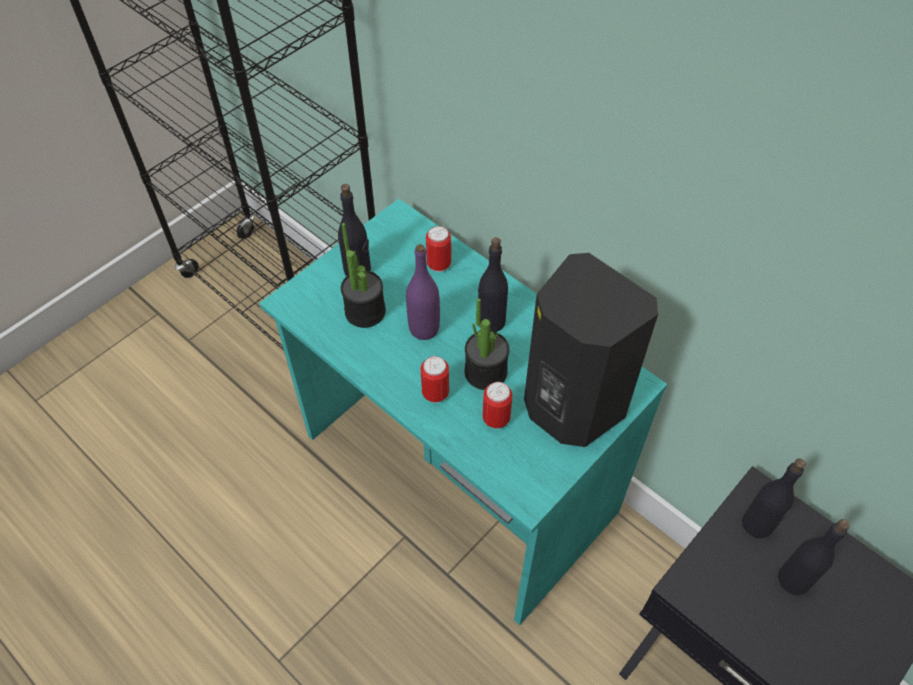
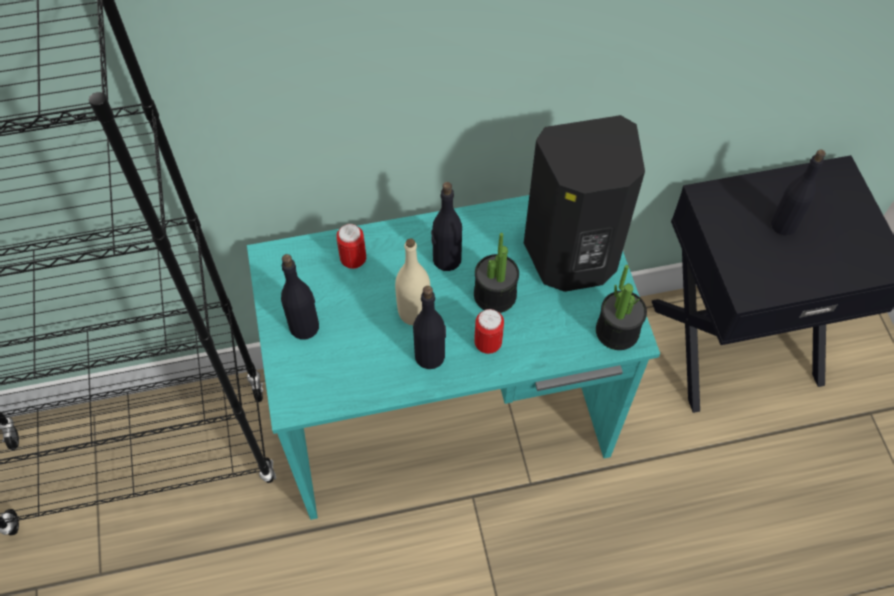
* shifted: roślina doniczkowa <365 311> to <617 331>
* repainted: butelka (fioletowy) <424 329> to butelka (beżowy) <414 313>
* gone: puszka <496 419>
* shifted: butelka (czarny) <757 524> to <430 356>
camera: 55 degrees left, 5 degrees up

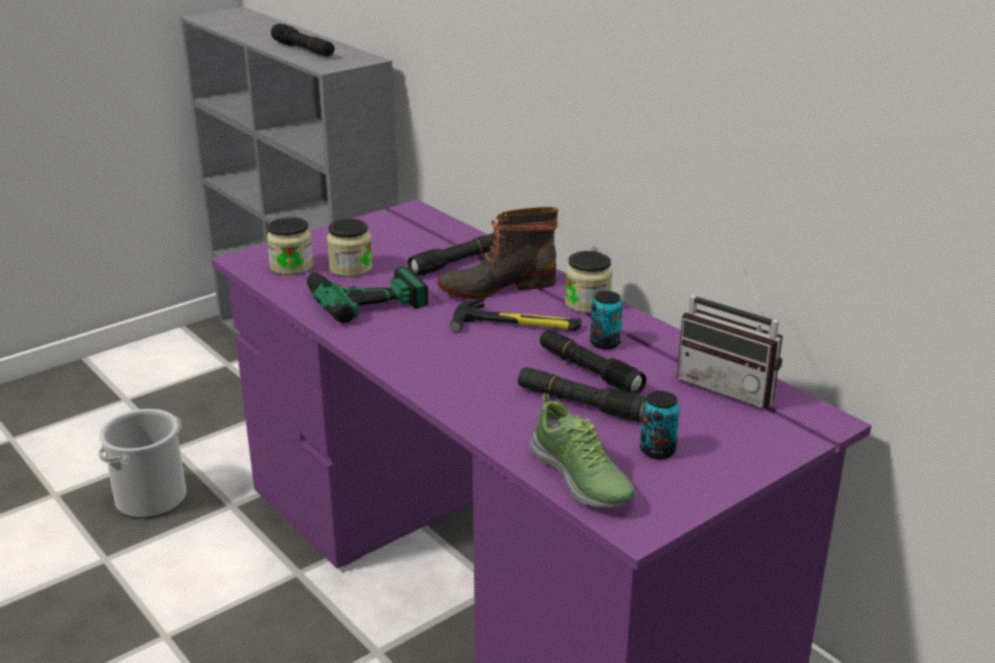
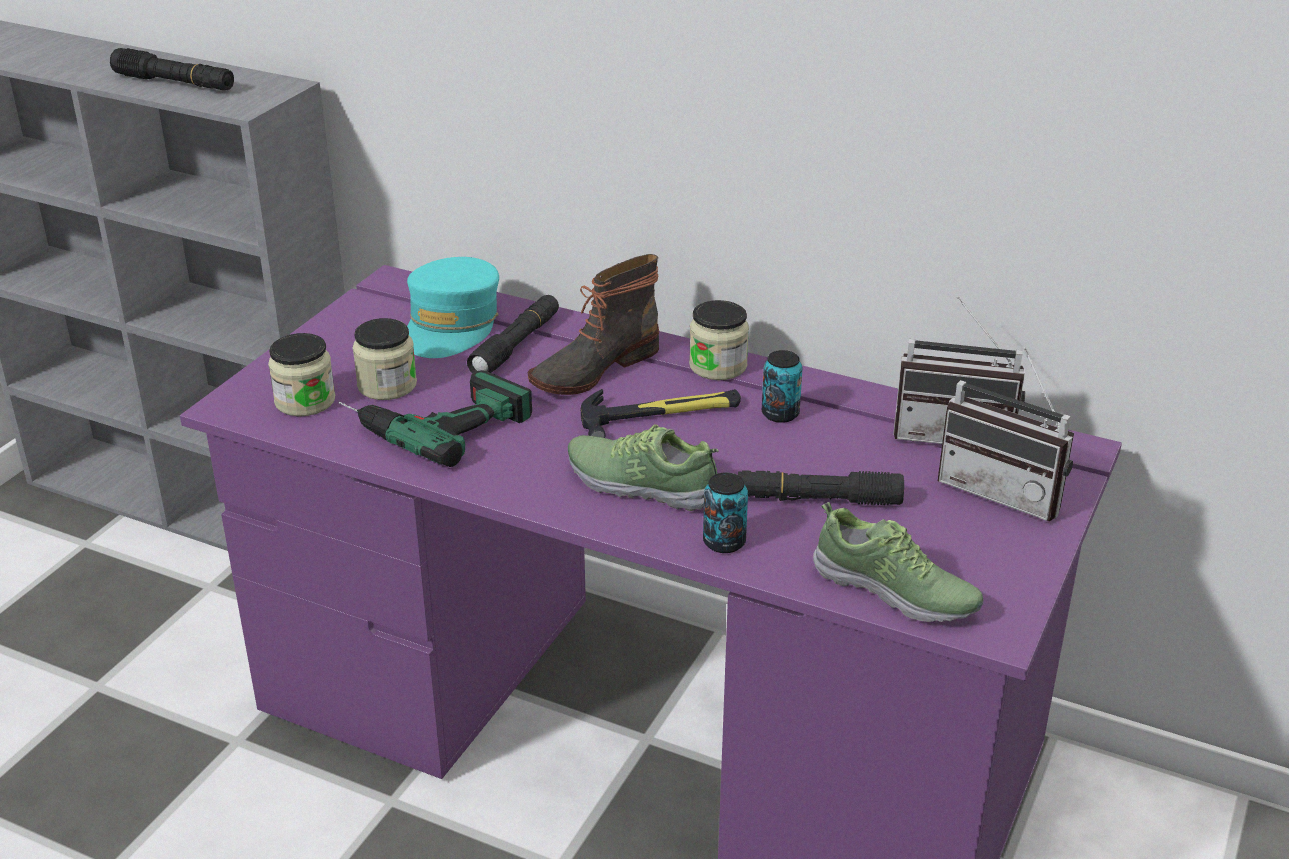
* gone: wiadro <151 499>
* gone: latarka (czarny) <589 371>
* shifted: puszka <657 450> to <724 542>
* new: czapka z daszkiem (turkusowy) <452 325>
* new: but <642 484>
* new: radio <1005 491>
camera: 25 degrees left, 5 degrees up

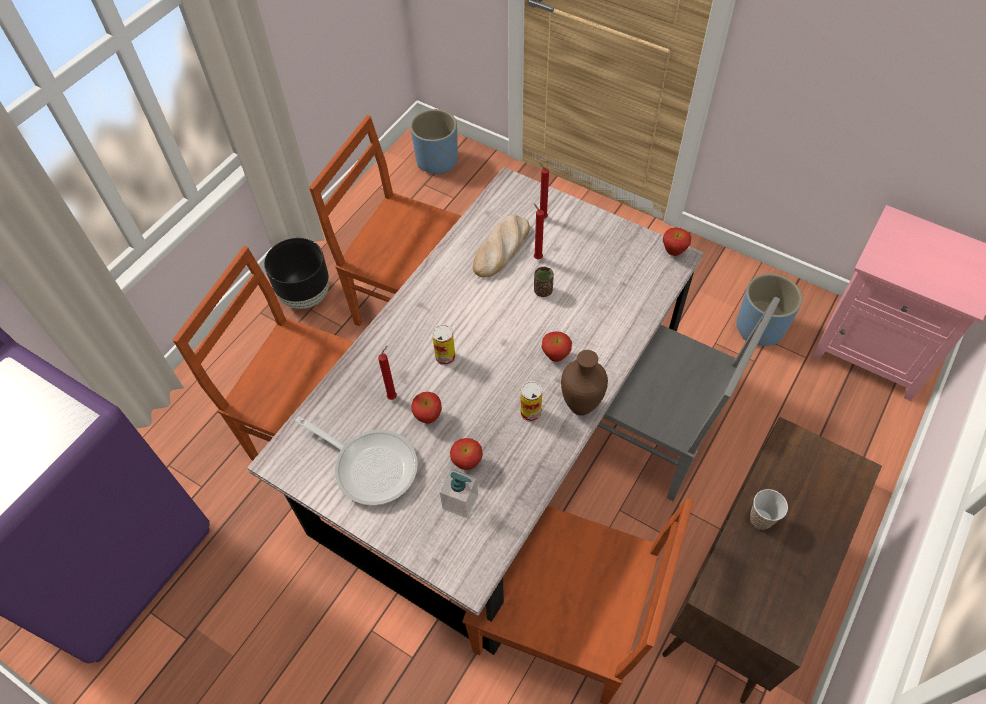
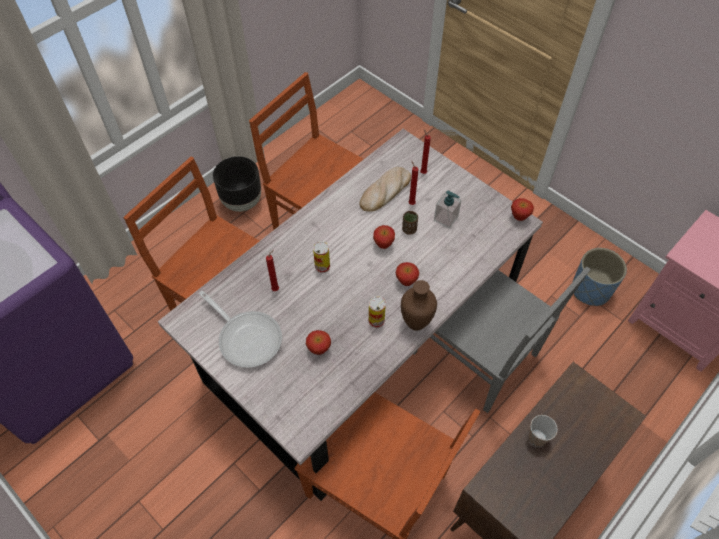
* gone: donica (niebieski) <437 160>
* shifted: jabłko <428 417> to <383 245>
* shifted: dozownik mydła <460 502> to <446 219>
camera: 10 degrees right, 0 degrees up

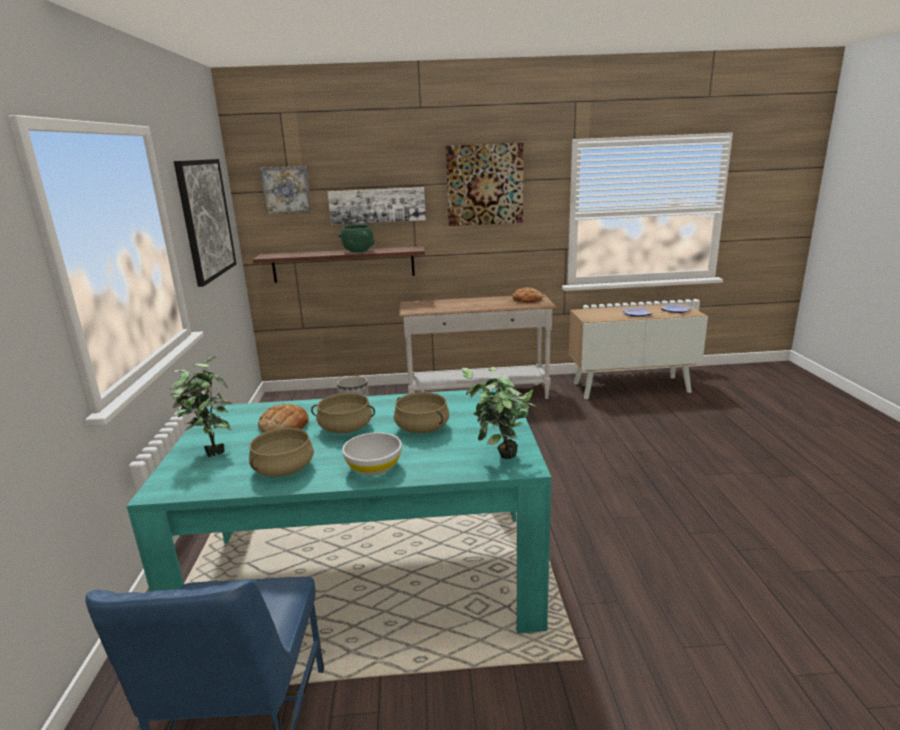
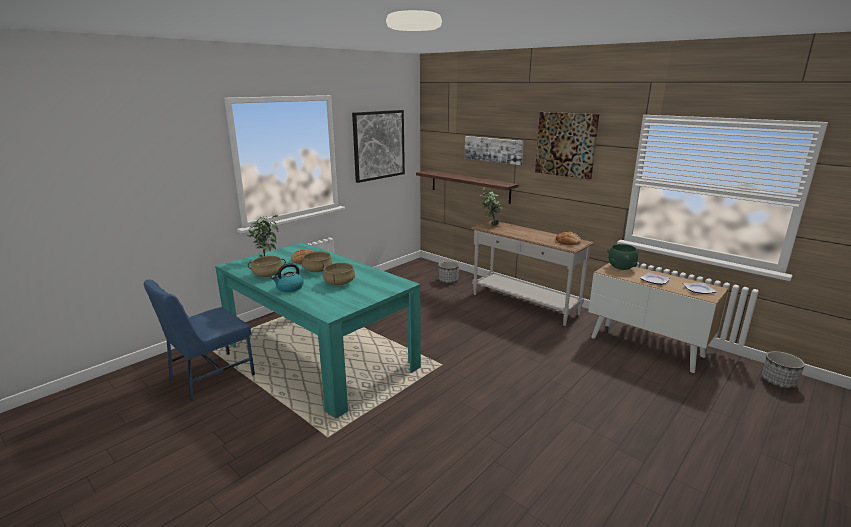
* gone: obraz <286 190>
* shifted: miska (zielony) <358 251> to <621 268>
* swapped: miska (biały) <374 467> to czajnik <289 288>
* shifted: roślina doniczkowa <499 460> to <490 225>
* new: donica <778 382>
camera: 45 degrees right, 0 degrees up

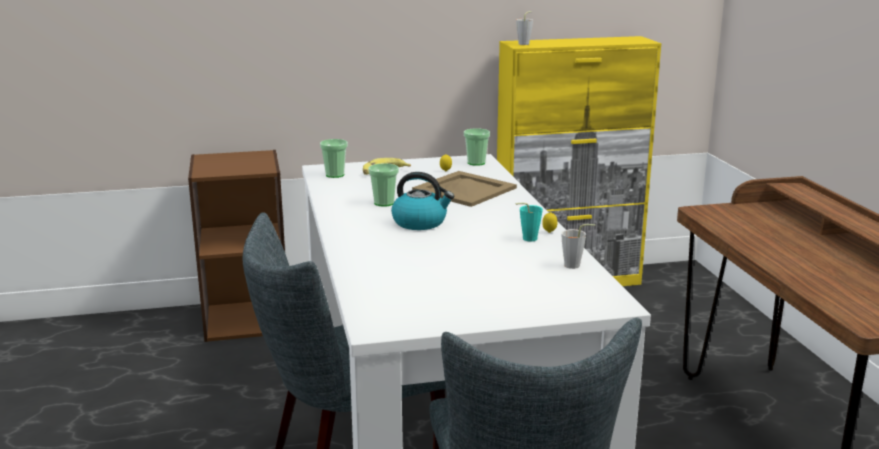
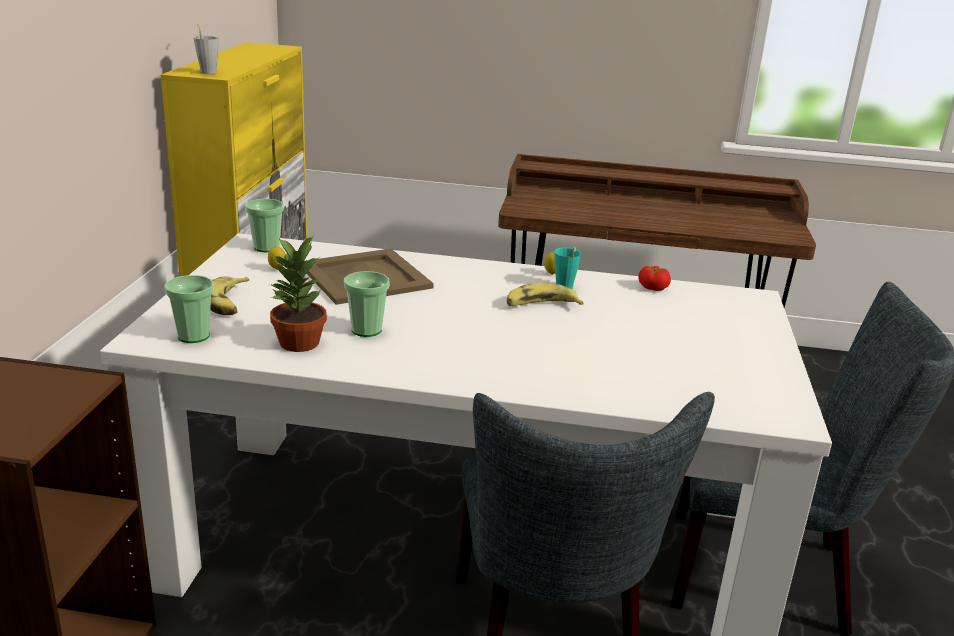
* gone: czajnik <420 222>
* swapped: filiżanka (szary) <575 266> to pomidor <653 287>
* new: roślina doniczkowa <300 343>
* new: banan <541 305>
camera: 70 degrees left, 5 degrees up

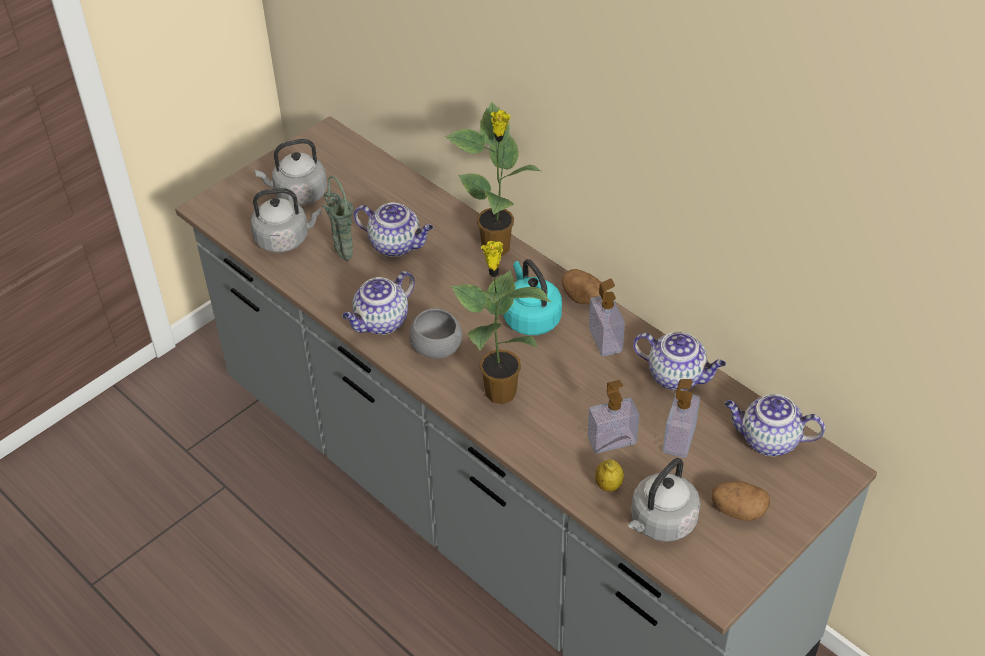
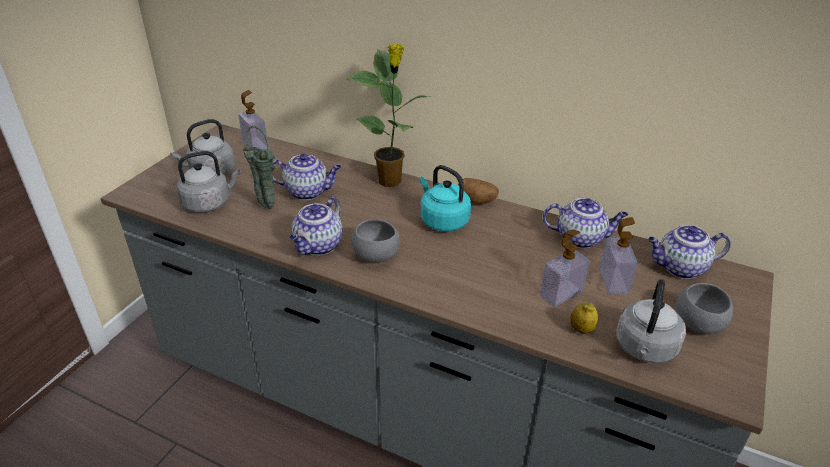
* gone: roślina doniczkowa <499 390>
* shifted: dozownik mydła <605 340> to <255 145>
* swapped: ziemniak <738 510> to miska (szary) <697 324>
camera: 20 degrees left, 10 degrees down

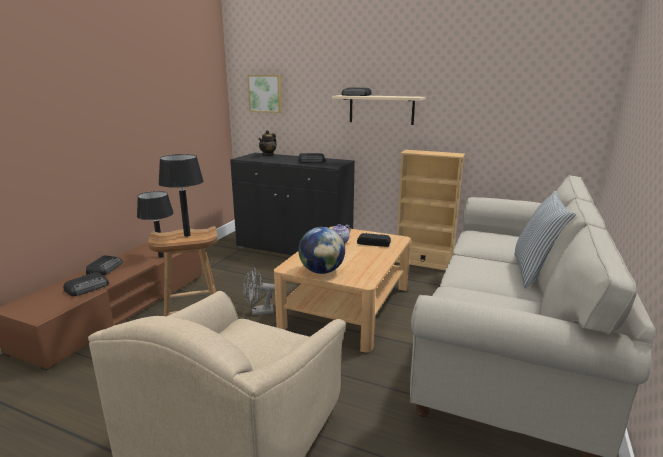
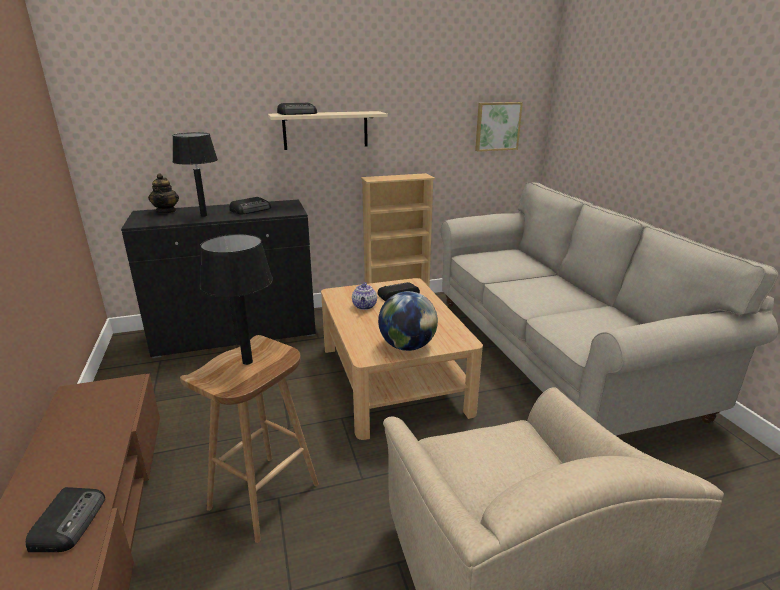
* gone: radio <105 268>
* shifted: lampa stołowa (czarny) <161 256> to <204 215>
* gone: wentylator (szary) <258 312>
* shifted: obraz <265 93> to <497 126>
* gone: poduszka <535 272>
camera: 40 degrees left, 5 degrees up

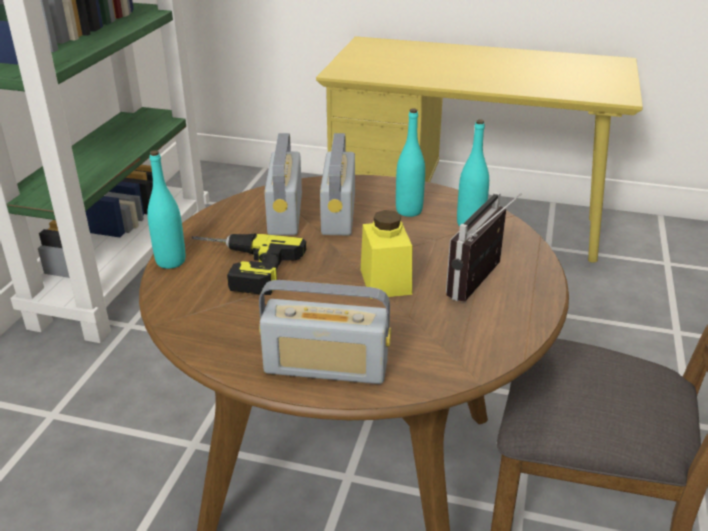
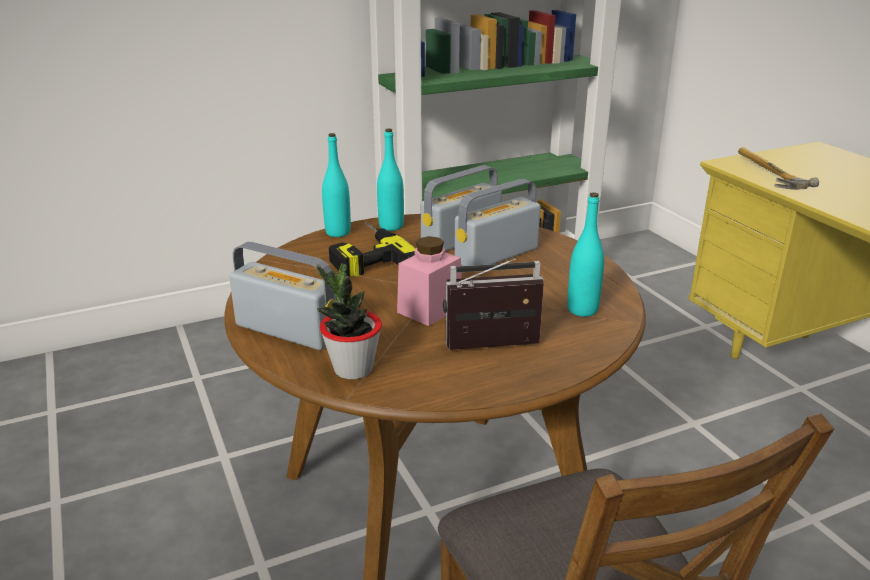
* rotated: radio <326 367> = <287 330> 150 degrees clockwise
* repainted: słoik (żółty) <385 281> to słoik (różowy) <430 309>
* shifted: butelka (turkusowy) <409 211> to <391 226>
* new: roślina doniczkowa <352 369>
* new: młotek <766 174>
camera: 50 degrees right, 5 degrees down

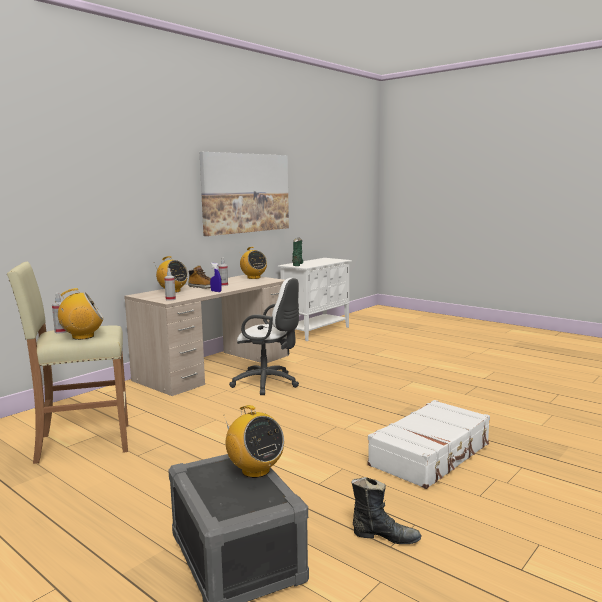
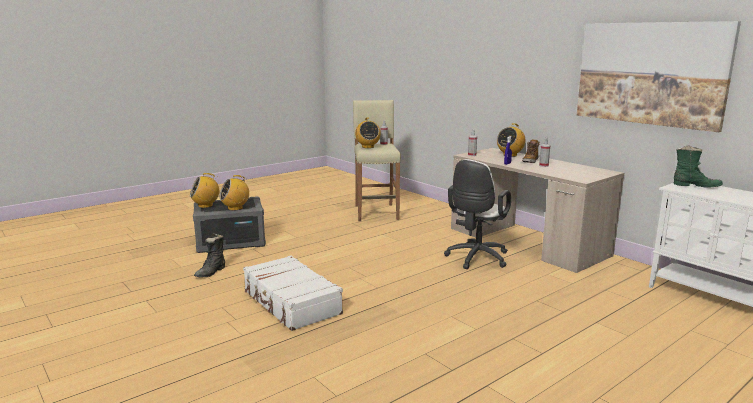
* shifted: radio <253 278> to <206 205>
camera: 100 degrees right, 5 degrees up

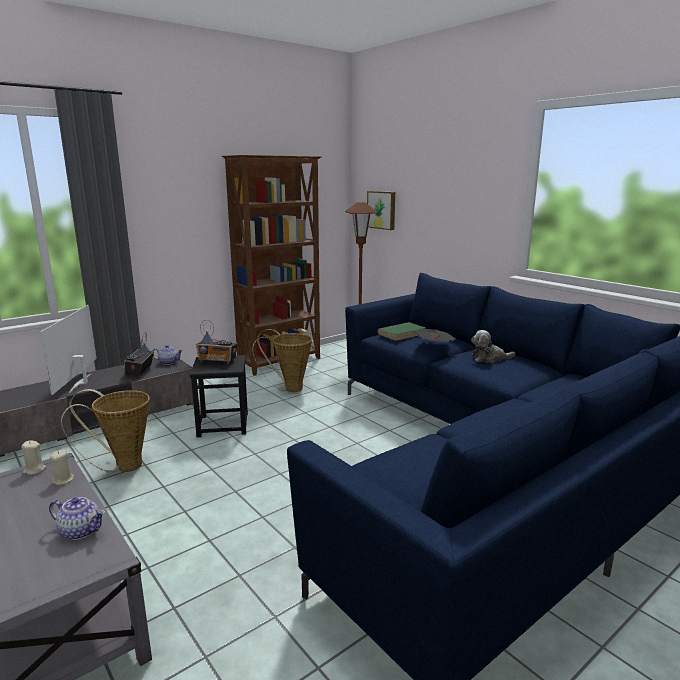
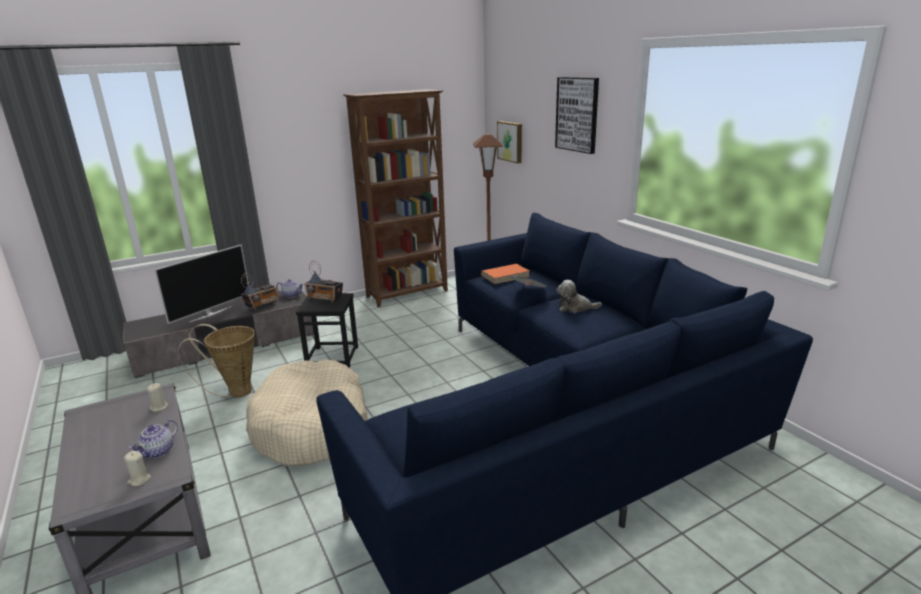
* shifted: świeca (beżowy) <34 470> to <139 480>
* rotated: telewizor <81 383> = <210 314> 150 degrees counterclockwise
* rotated: imbryk <81 531> = <158 451> 90 degrees clockwise
* rotated: radio <139 373> = <262 305> 150 degrees counterclockwise
* gone: koszyk <289 388>
* repainted: książka (zielony) <402 333> to książka (pomarańczowy) <505 276>
* new: legowisko (beżowy) <312 427>
* new: obraz <577 114>
camera: 10 degrees right, 5 degrees up

